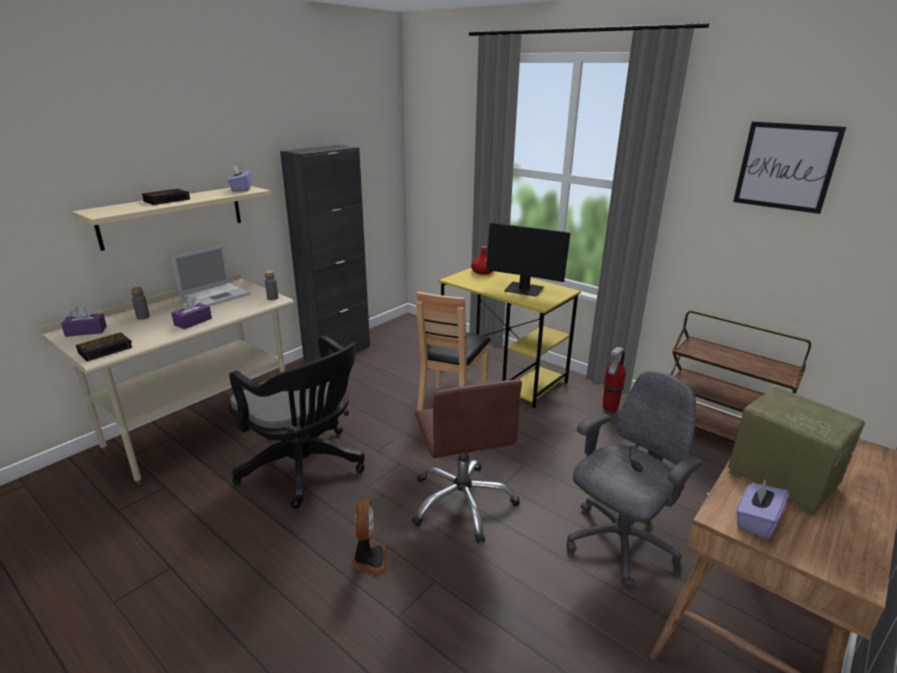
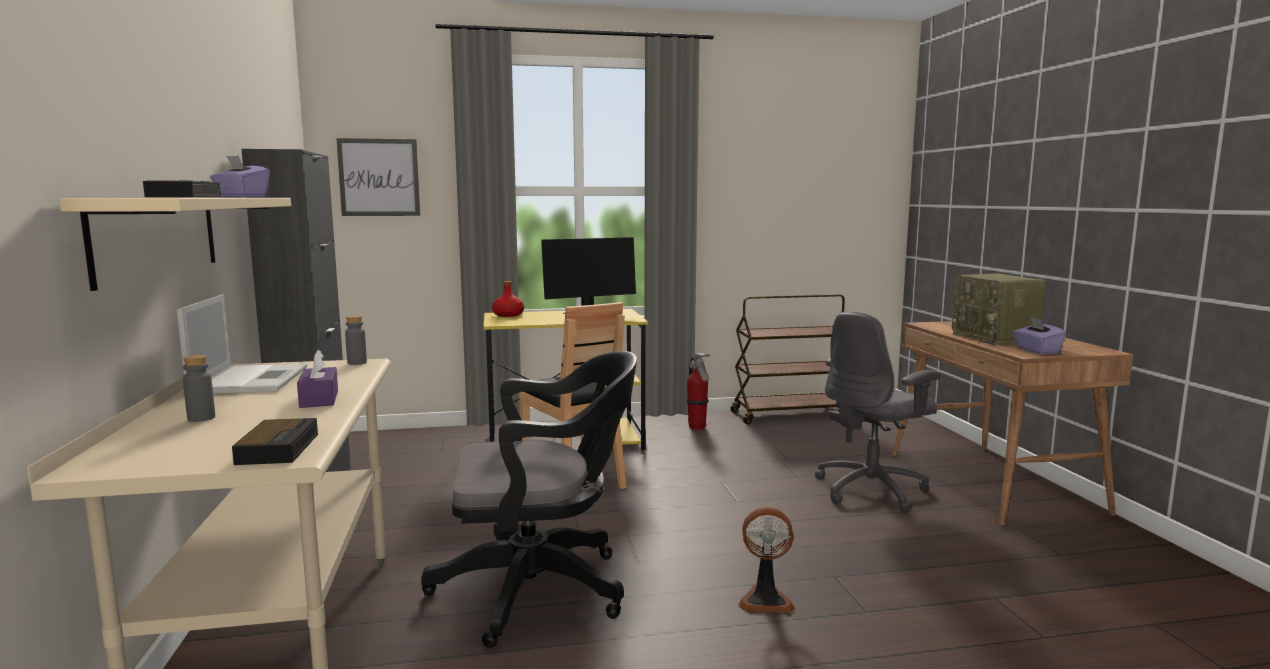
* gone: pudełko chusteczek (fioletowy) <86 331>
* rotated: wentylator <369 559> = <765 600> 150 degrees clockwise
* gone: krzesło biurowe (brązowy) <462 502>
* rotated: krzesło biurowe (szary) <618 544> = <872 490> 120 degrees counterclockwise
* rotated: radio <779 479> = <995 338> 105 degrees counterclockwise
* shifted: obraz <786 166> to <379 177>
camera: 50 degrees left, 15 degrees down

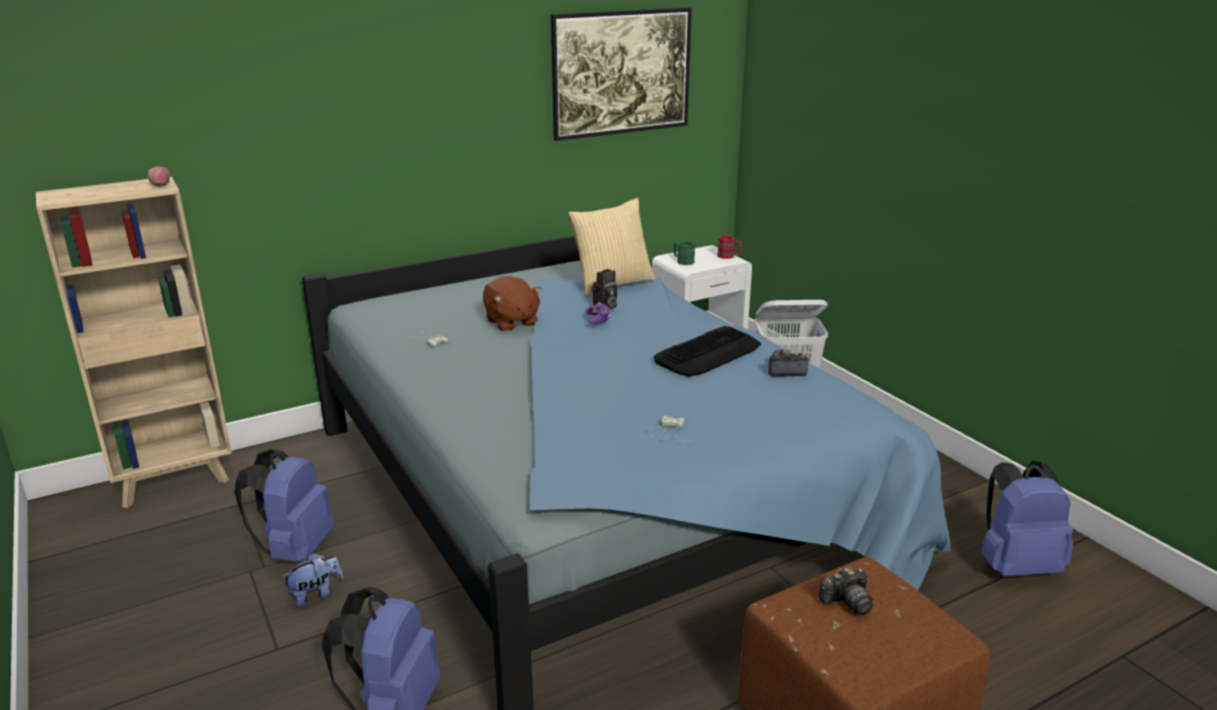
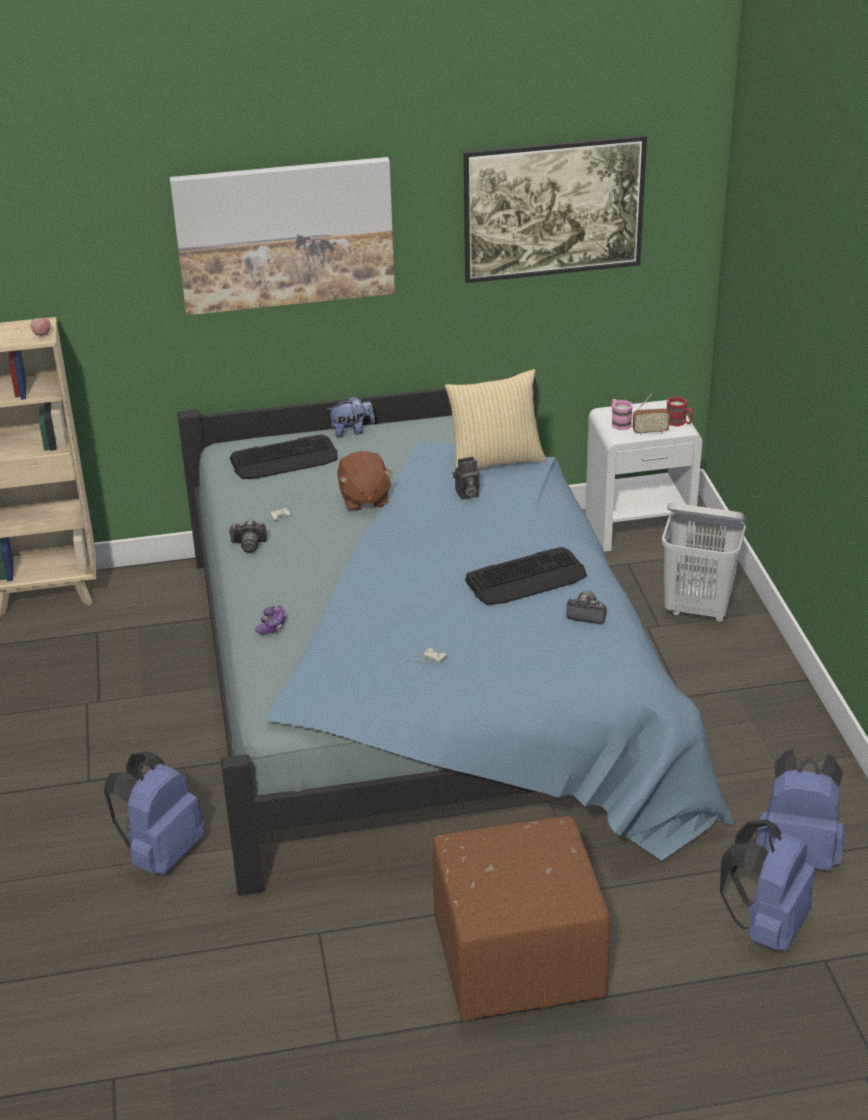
* shifted: plecak (niebieski) <295 550> to <766 926>
* shifted: pluszak <316 594> to <351 431>
* shifted: pad do gier <598 320> to <272 626>
* repainted: kubek (zielony) <682 261> to kubek (różowy) <619 423>
* shifted: aparat fotograficzny <847 602> to <249 544>
* new: obraz <285 234>
* new: klawiatura <284 459>
* new: radio <650 432>
camera: 20 degrees right, 10 degrees up

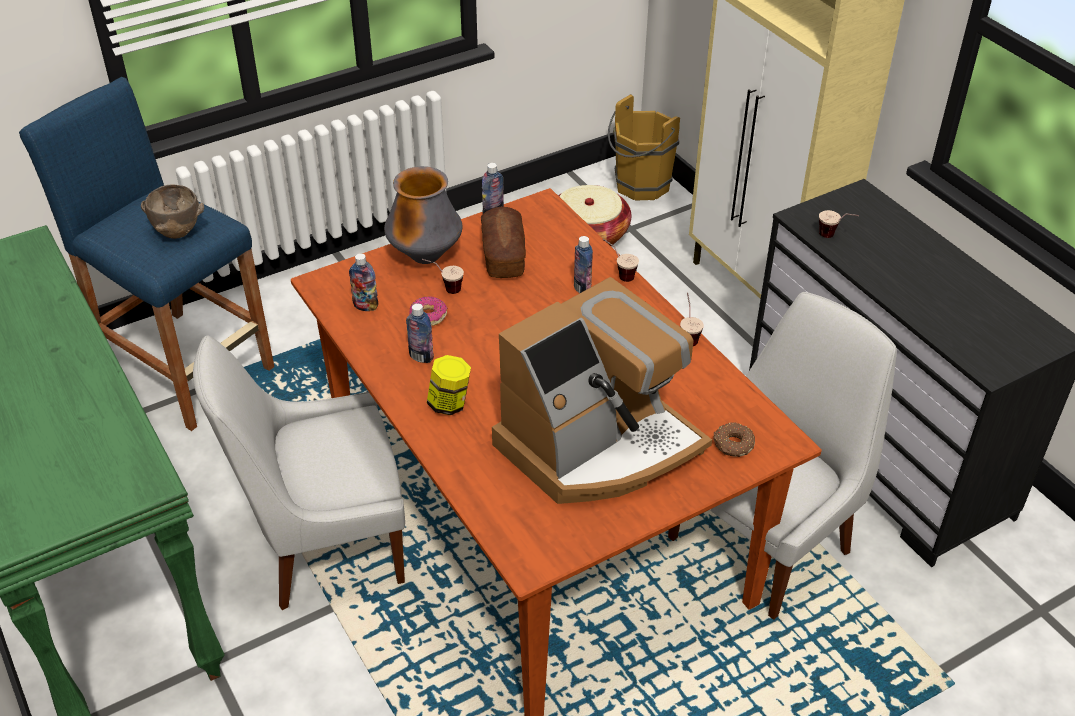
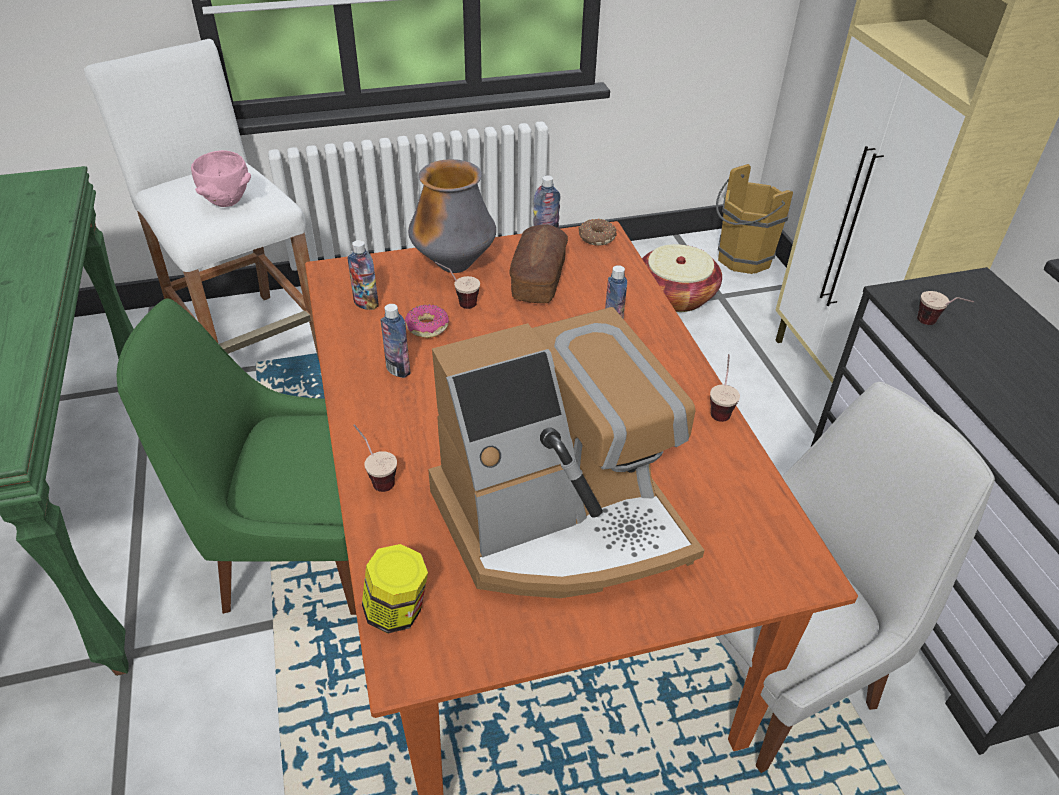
* repainted: stołek (niebieski) <185 368> to stołek (biały) <249 346>
* repainted: miska (brązowy) <176 233> to miska (różowy) <226 202>
* repainted: krzesło (biały) <324 545> to krzesło (zielony) <296 552>
* shifted: słoik <449 403> to <397 611>
* shifted: filiżanka <618 274> to <376 477>
* shifted: donut <733 445> to <596 238>
camera: 15 degrees right, 0 degrees up

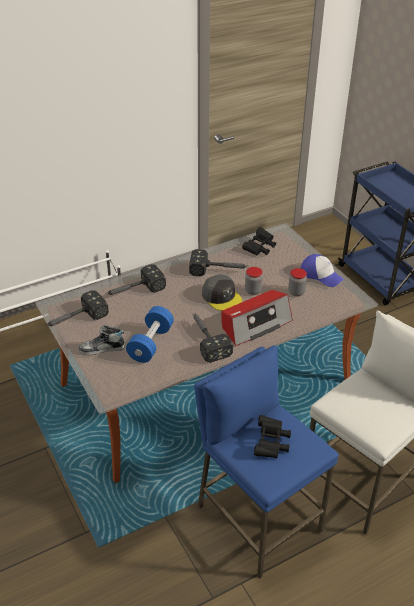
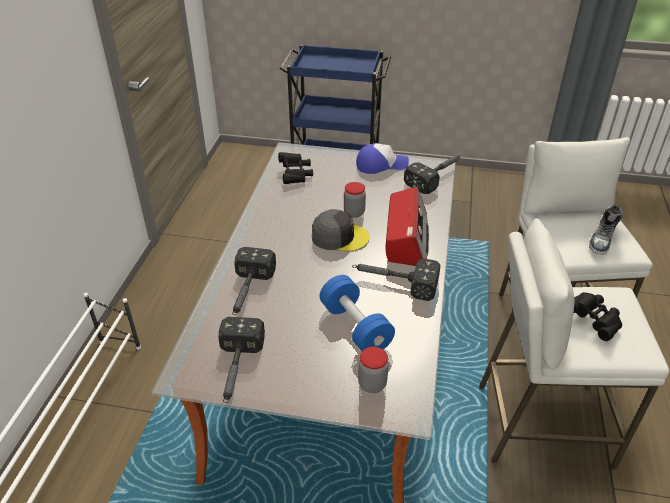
* shifted: but <102 349> to <602 240>
* shifted: młotek <219 270> to <437 176>
* repainted: stołek (niebieski) <257 518> to stołek (biały) <542 424>
* shifted: słoik <296 292> to <372 384>
camera: 50 degrees left, 0 degrees up

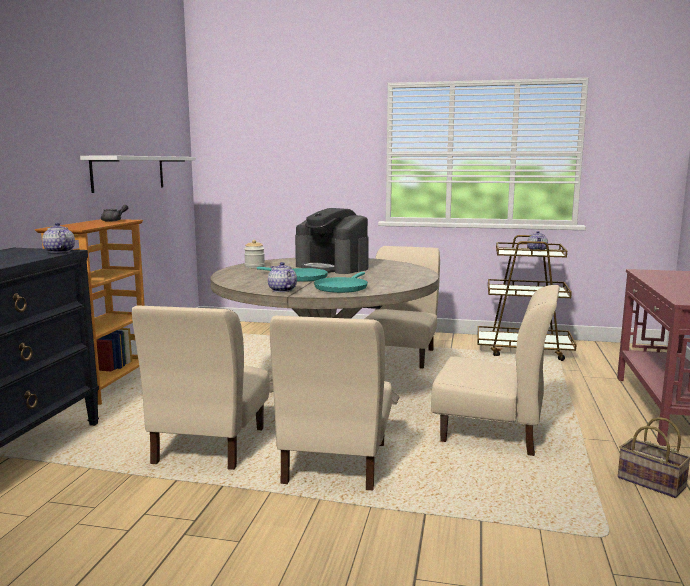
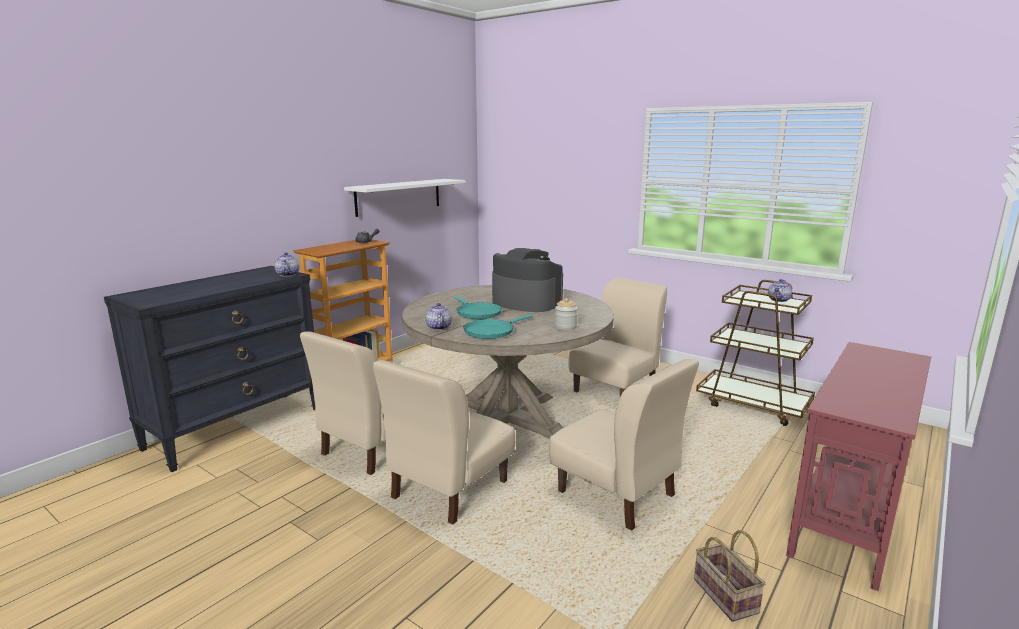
* shifted: słoik <254 266> to <565 326>
* rotated: ekspres do kawy <332 267> = <526 302> 150 degrees clockwise
camera: 25 degrees right, 5 degrees up

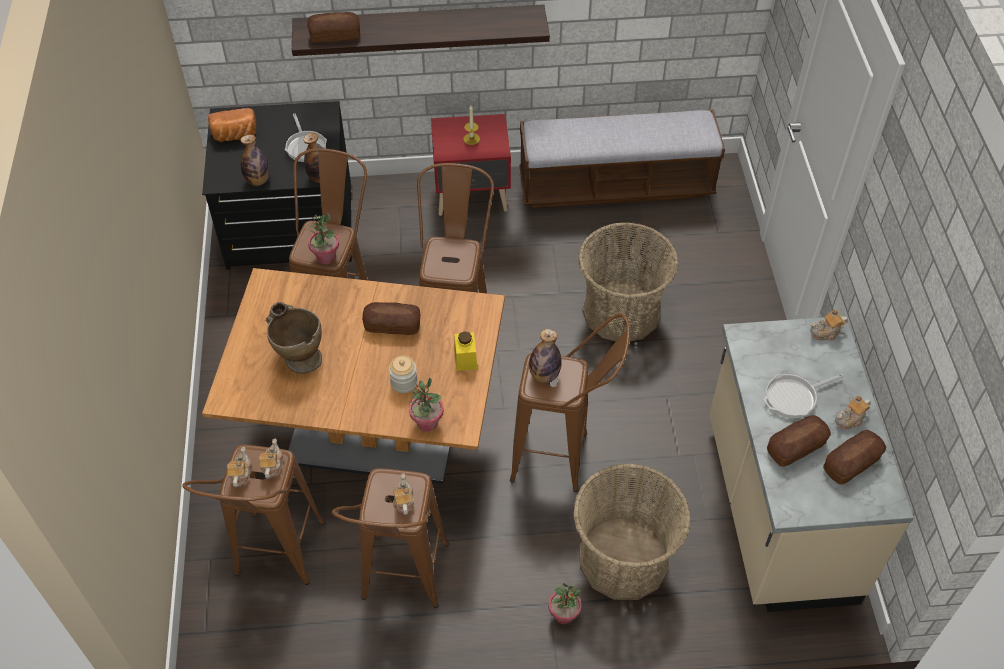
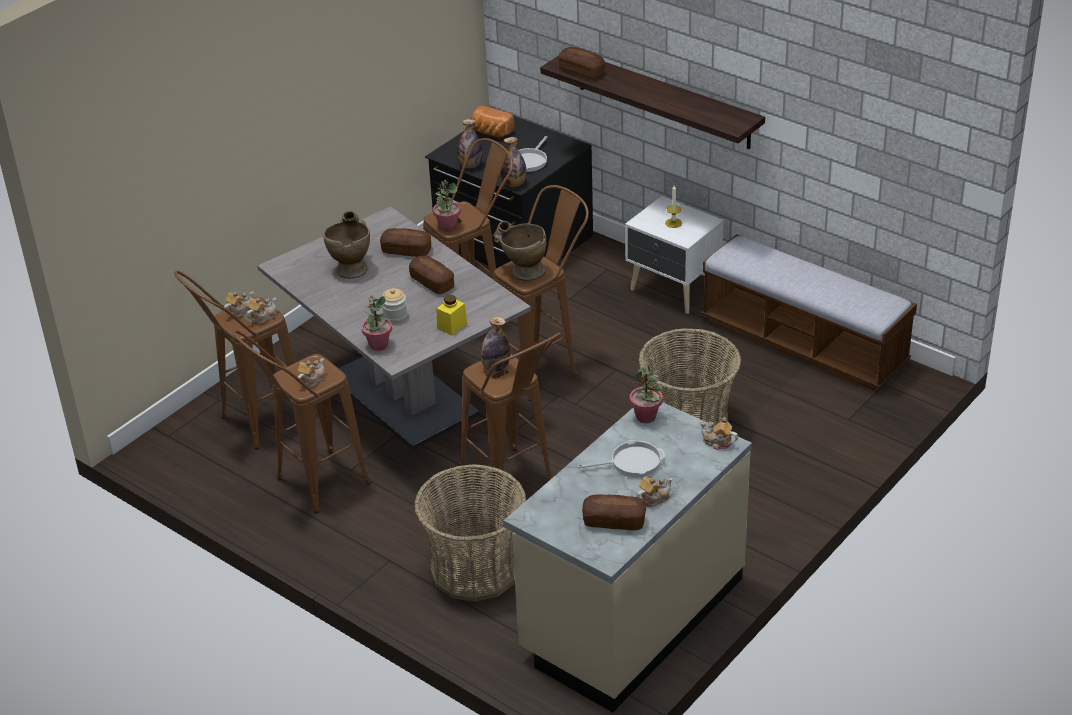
* repainted: stół jadalny (brązowy) <372 437> to stół jadalny (szary) <402 395>
* repainted: szafka nocna (czerwony) <472 196> to szafka nocna (biały) <673 291>
* shifted: roślina doniczkowa <564 615> to <646 417>
* rotated: patelnia <793 397> = <632 462> 150 degrees clockwise
* shifted: chleb <796 447> to <406 250>
* rotated: imbryk <850 419> = <654 498> 135 degrees clockwise
* new: wazon (beżowy) <522 272>
camera: 45 degrees right, 15 degrees down

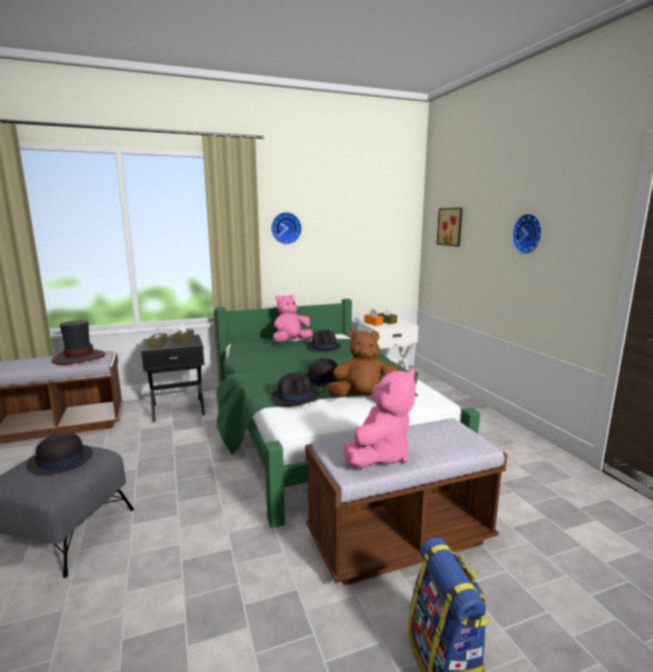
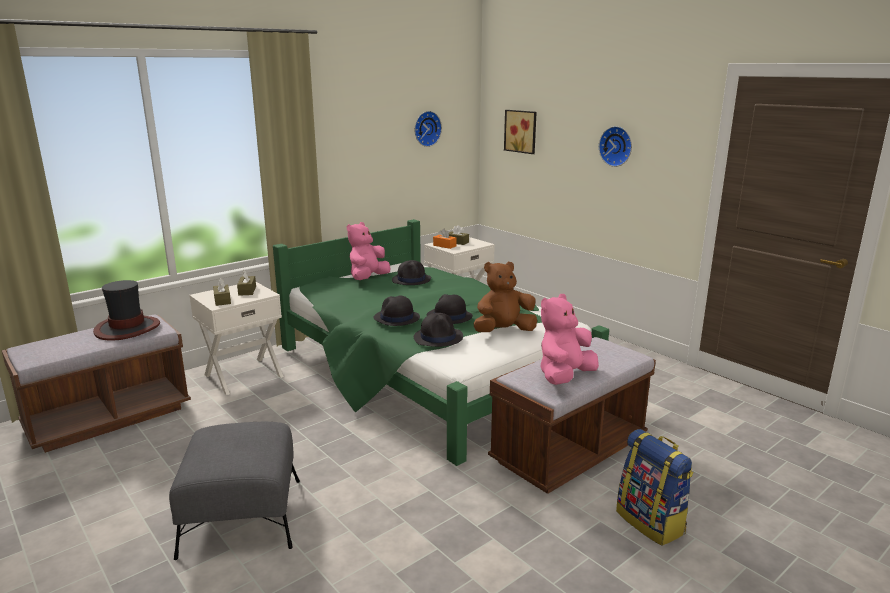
* shifted: kapelusz (czarny) <60 460> to <396 318>
* repainted: szafka nocna (czarny) <178 409> to szafka nocna (biały) <243 375>
* shifted: zegar ścienny <285 228> to <426 128>
* rotated: pluszak (różowy) <379 455> = <564 376> 150 degrees counterclockwise
camera: 20 degrees left, 5 degrees up

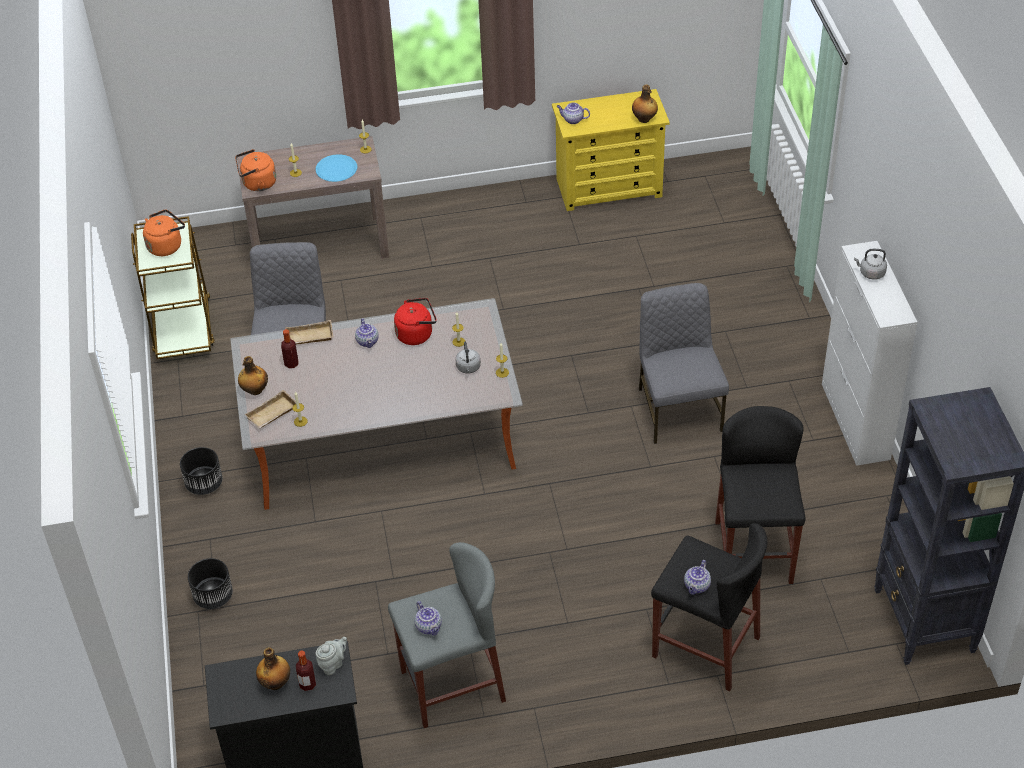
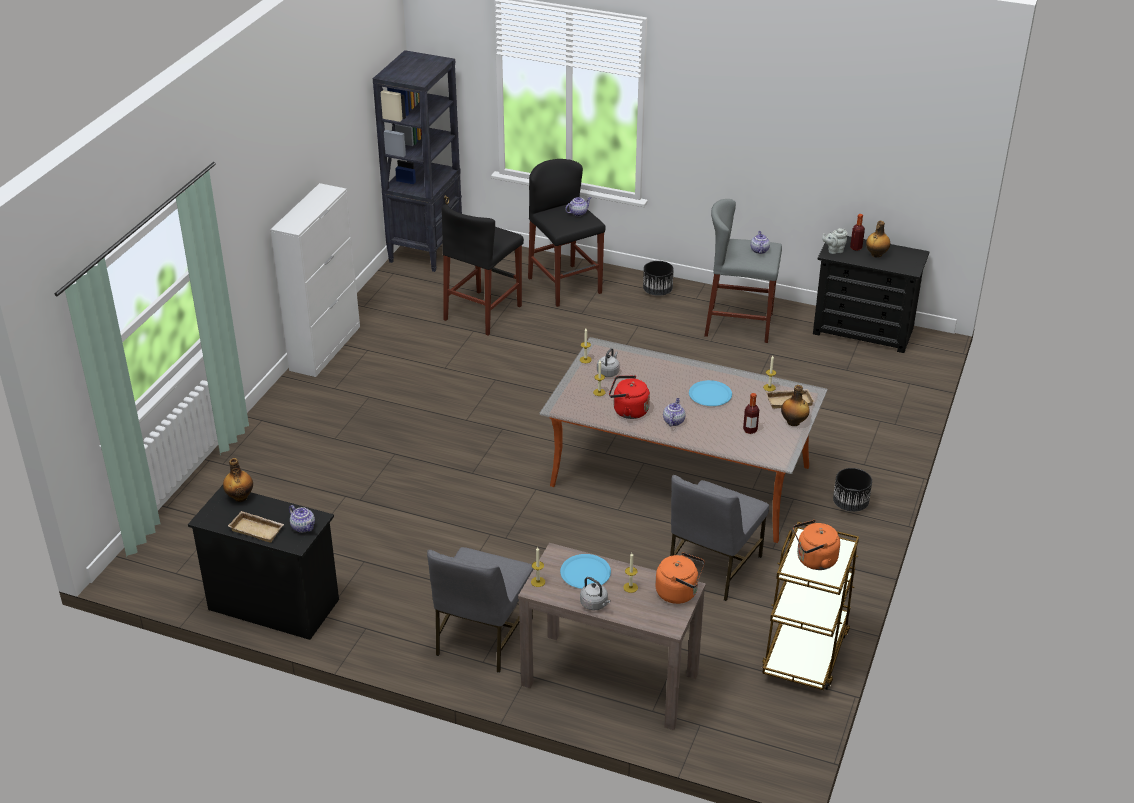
* shifted: donica (czarny) <213 596> to <657 291>
* shifted: taca (beżowy) <309 337> to <258 529>
* repainted: komoda (żółty) <609 188> to komoda (czarny) <273 604>
* shifted: krzesło (szary) <678 408> to <482 637>
* shifted: czajnik (szary) <870 273> to <595 604>
* new: talerz (niebieski) <710 394>
camera: 150 degrees left, 10 degrees down

